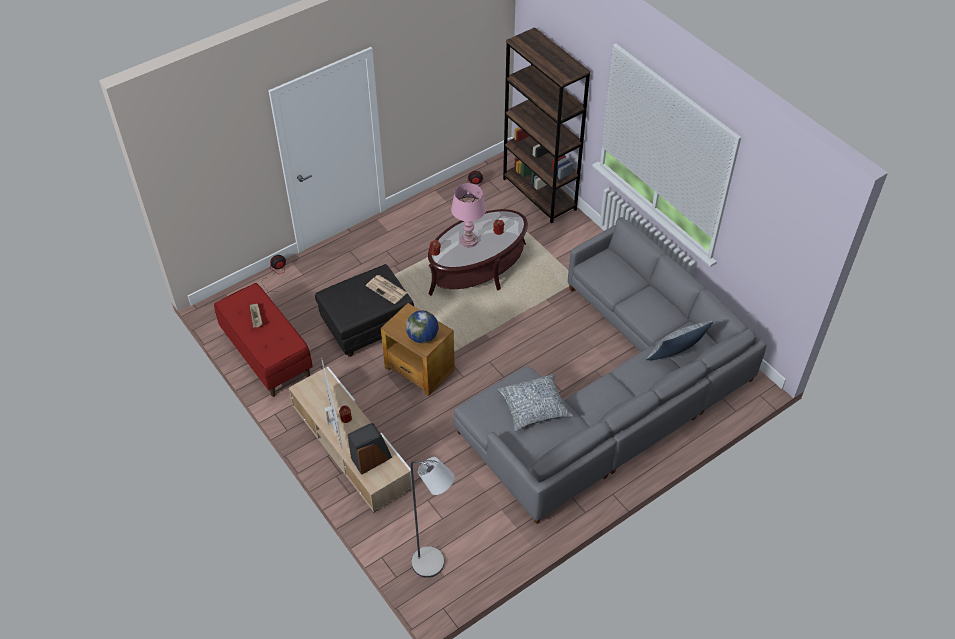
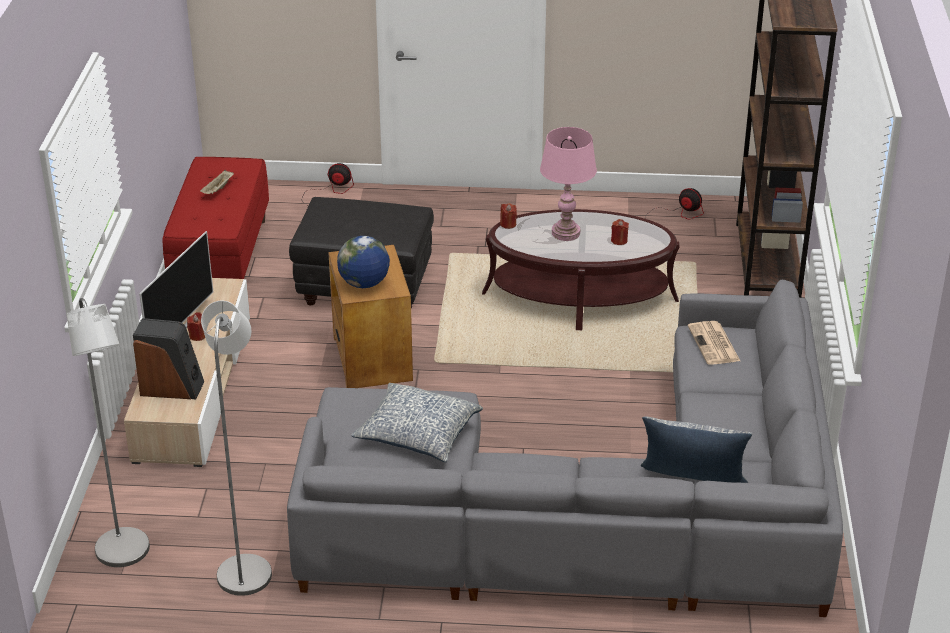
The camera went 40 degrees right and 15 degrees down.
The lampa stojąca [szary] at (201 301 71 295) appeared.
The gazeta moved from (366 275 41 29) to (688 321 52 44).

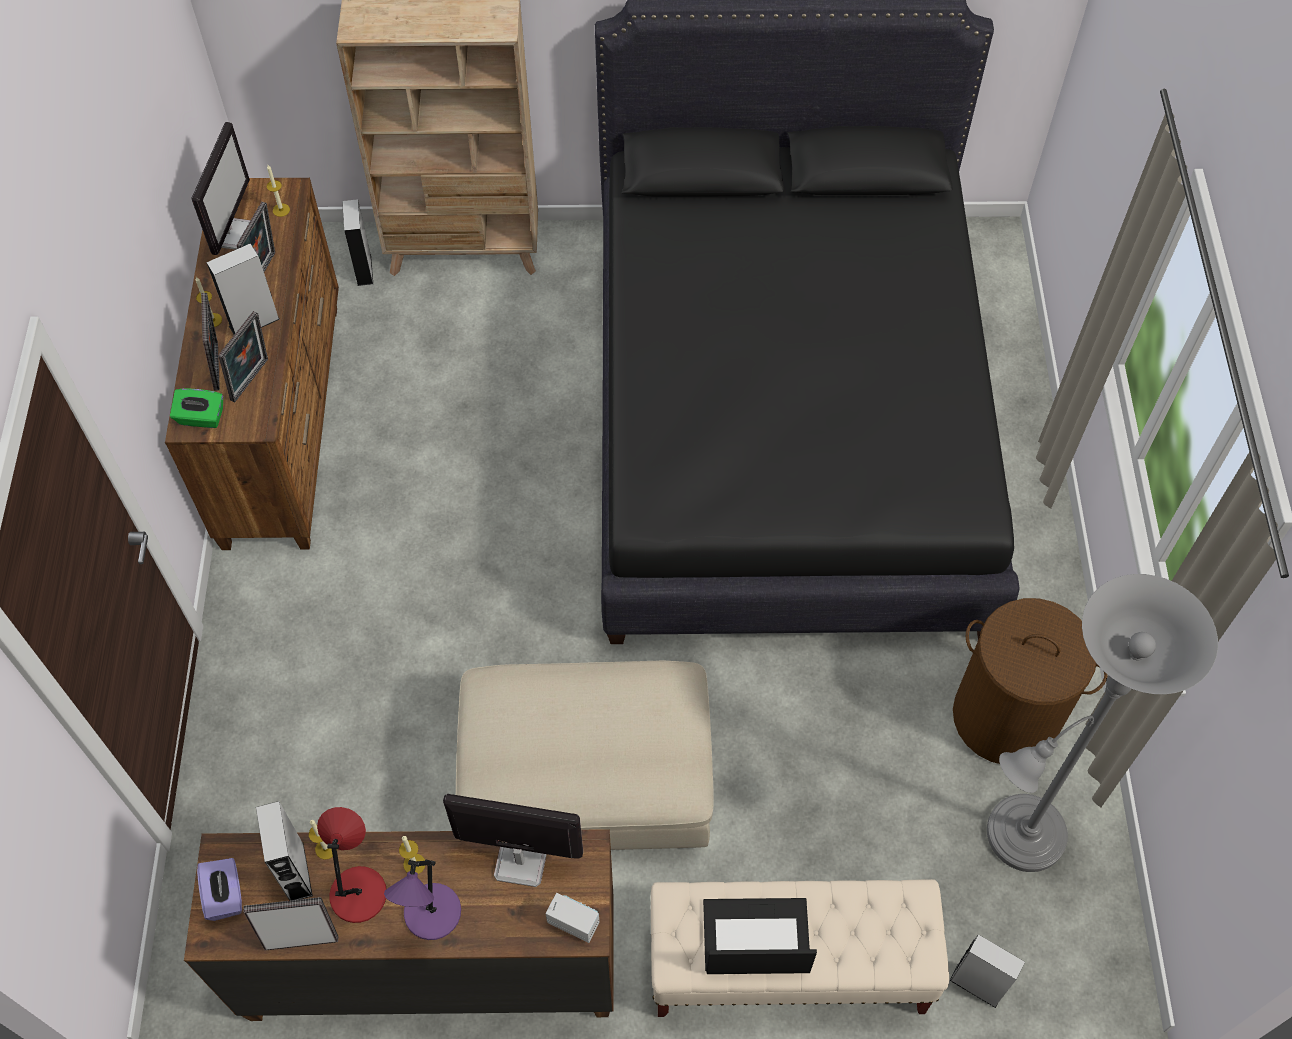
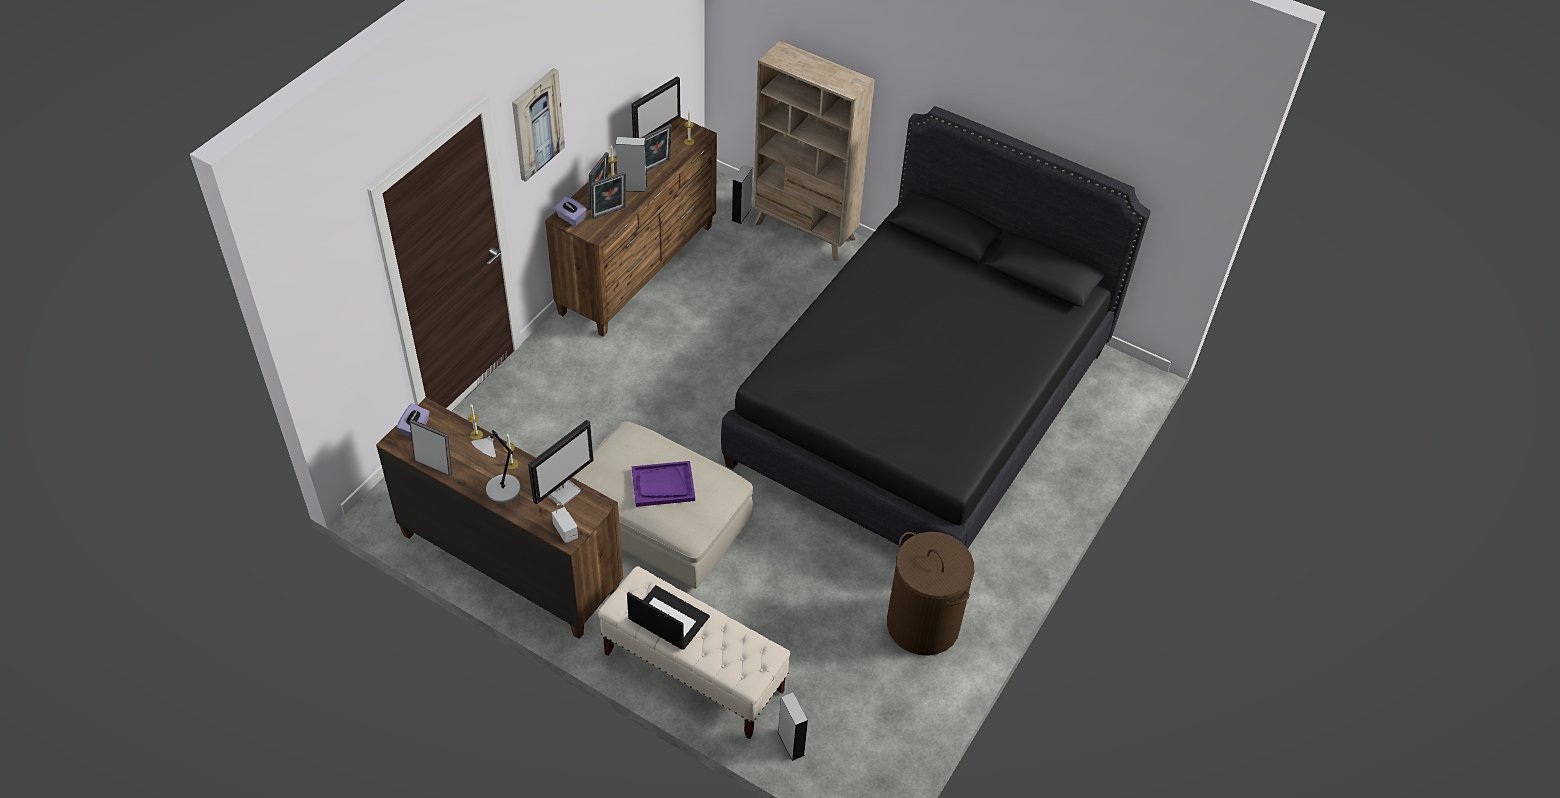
The camera went 30 degrees right and 10 degrees down.
The głośnik [szary] at (256 801 57 100) disappeared.
The lampa stołowa [czerwony] at (317 807 69 116) disappeared.
The lampa stojąca [szary] at (987 574 231 298) disappeared.
The obraz at (512 68 53 114) appeared.
The taca [fioletowy] at (632 461 63 46) appeared.
The pudełko chusteczek [zielony] at (170 388 53 40) became the pudełko chusteczek [fioletowy] at (554 196 33 30).
The lampa stołowa [fioletowy] at (384 859 77 81) became the lampa stołowa [szary] at (472 430 48 72).
The monitor at (443 794 140 93) turned 90 degrees clockwise.

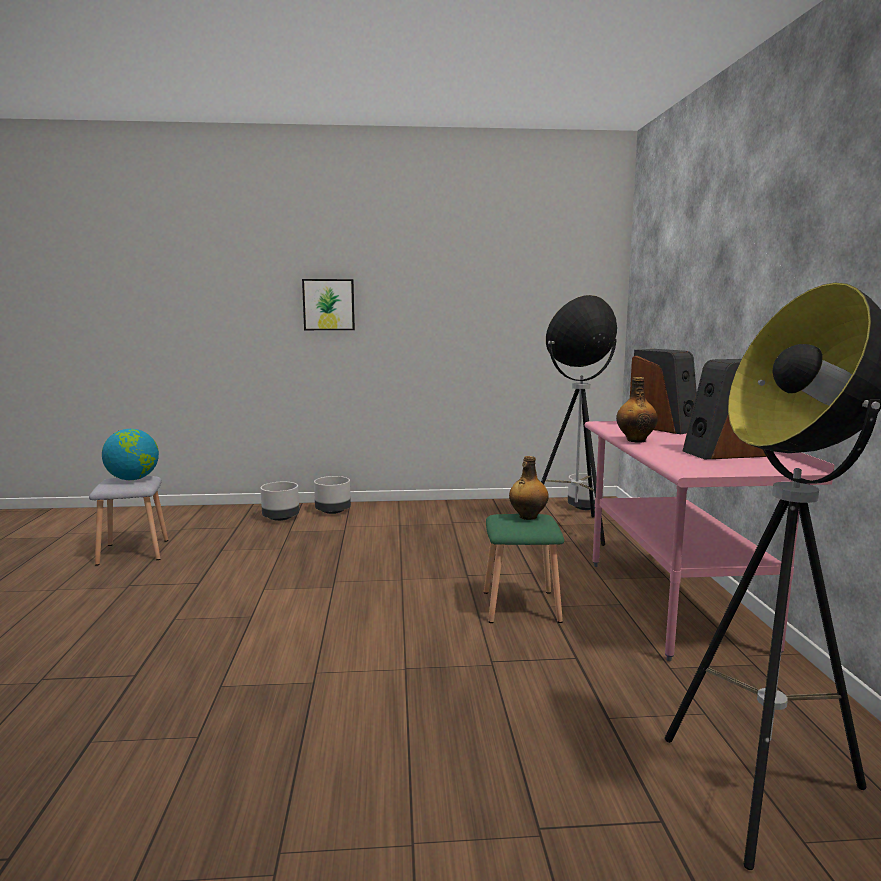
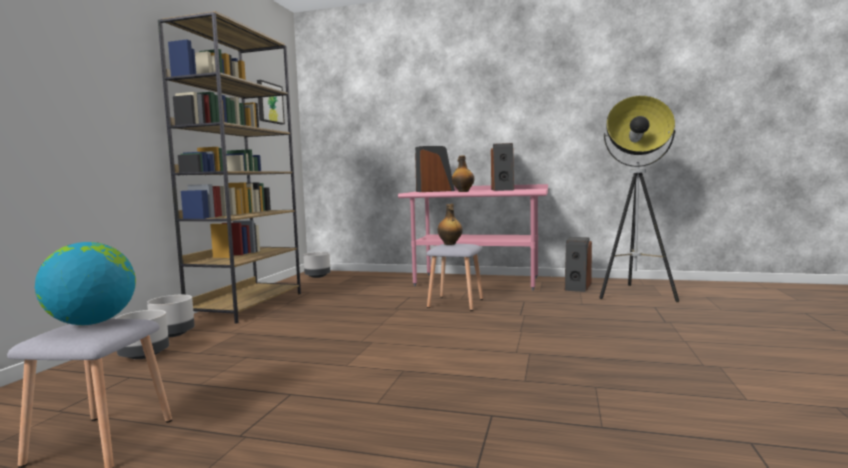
The camera went 70 degrees left and 5 degrees down.
The lampa stojąca at (541 295 76 251) disappeared.
The regał [brązowy] at (158 11 143 313) appeared.
The głośnik at (564 237 28 55) appeared.
The obraz moved from (302 279 53 51) to (257 80 28 44).
The stołek [zielony] at (484 514 80 109) became the stołek [szary] at (427 244 56 67).

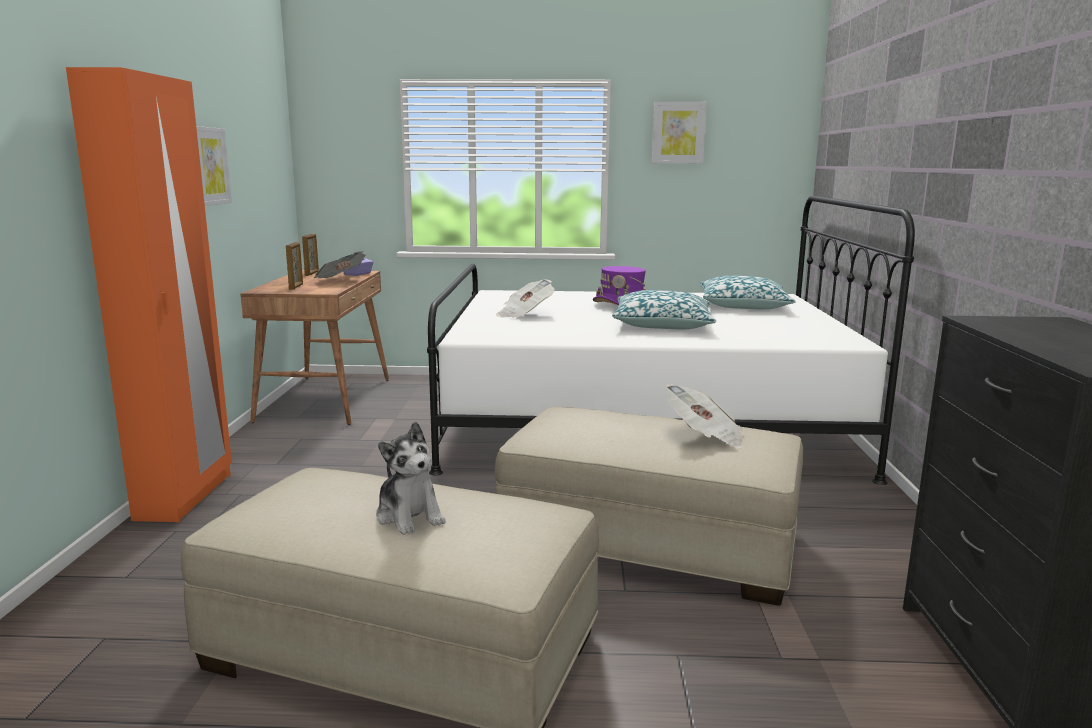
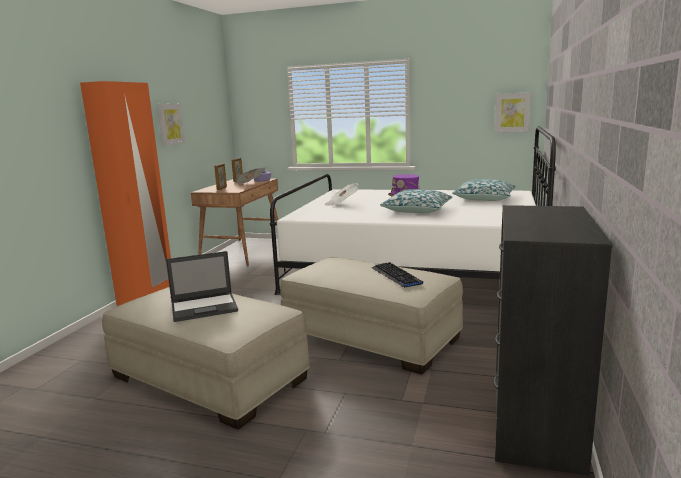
The camera went 15 degrees right and 0 degrees up.
The obraz moved from (652 102 55 62) to (495 92 36 41).
The pluszak at (376 422 70 113) was replaced by the laptop at (166 251 72 71).
The gazeta at (666 384 77 64) was replaced by the klawiatura at (372 262 51 25).

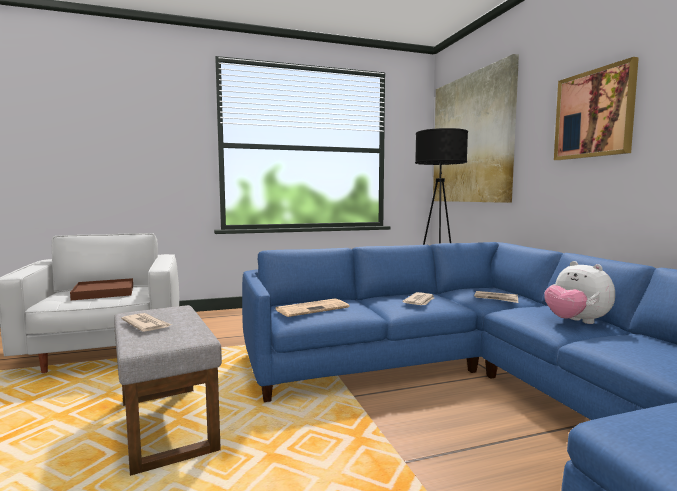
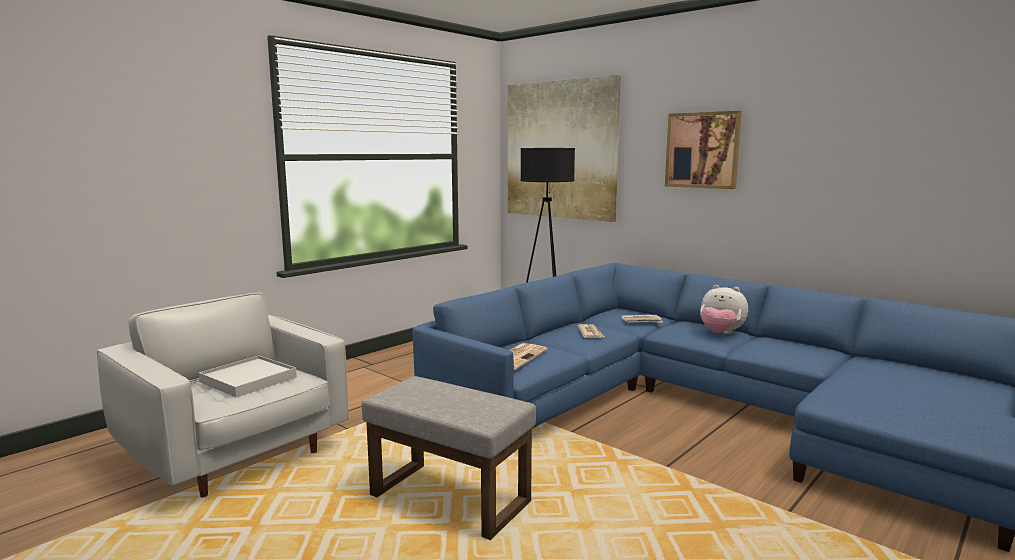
The camera went 30 degrees left and 5 degrees up.
The gazeta at (121 313 51 19) disappeared.
The taca [brązowy] at (70 278 63 22) became the taca [biały] at (199 355 98 42).

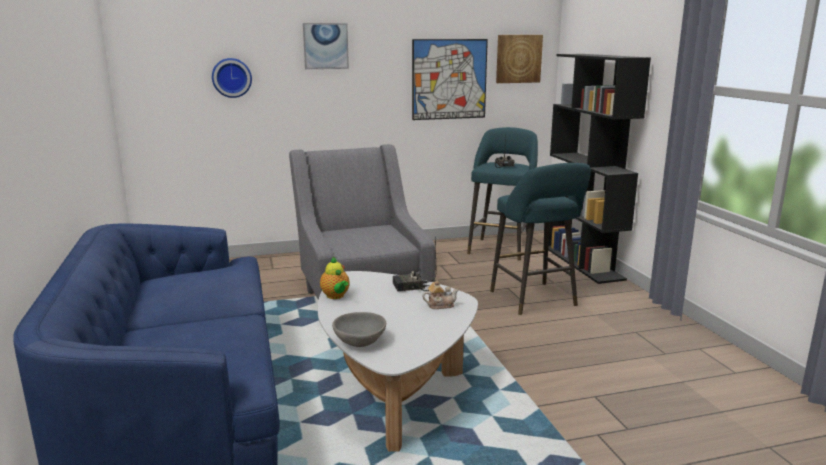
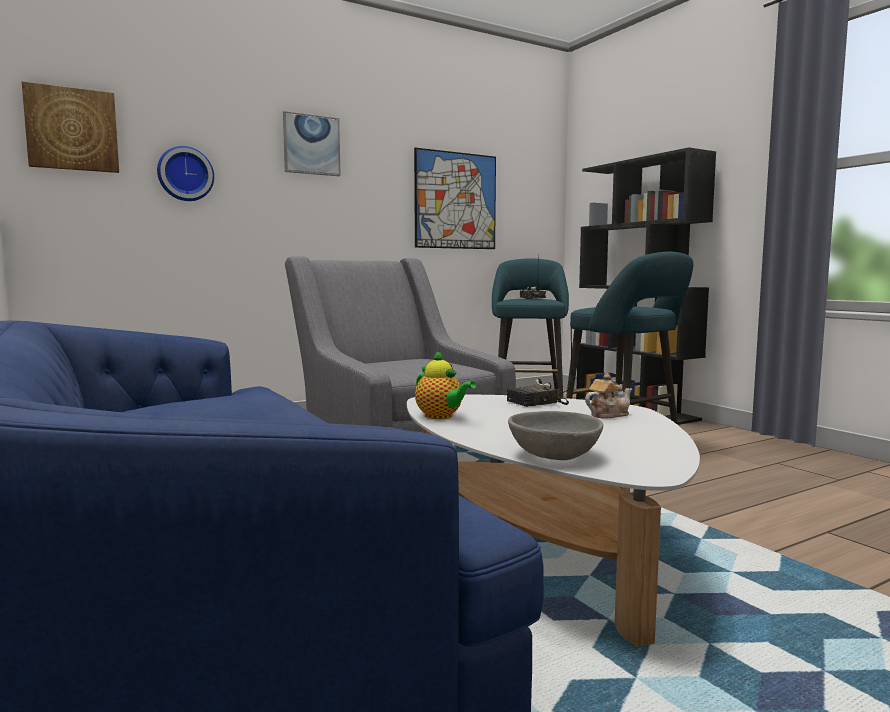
The camera went 15 degrees left and 10 degrees down.
The obraz moved from (496 35 47 48) to (22 81 97 92).

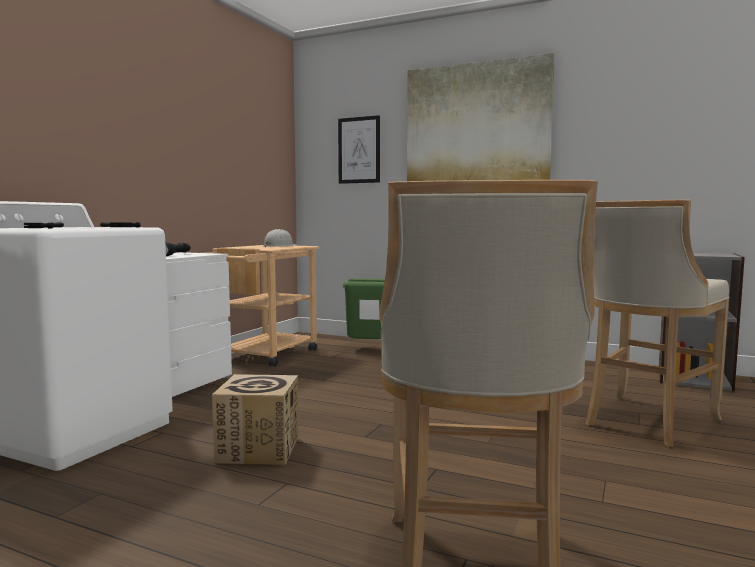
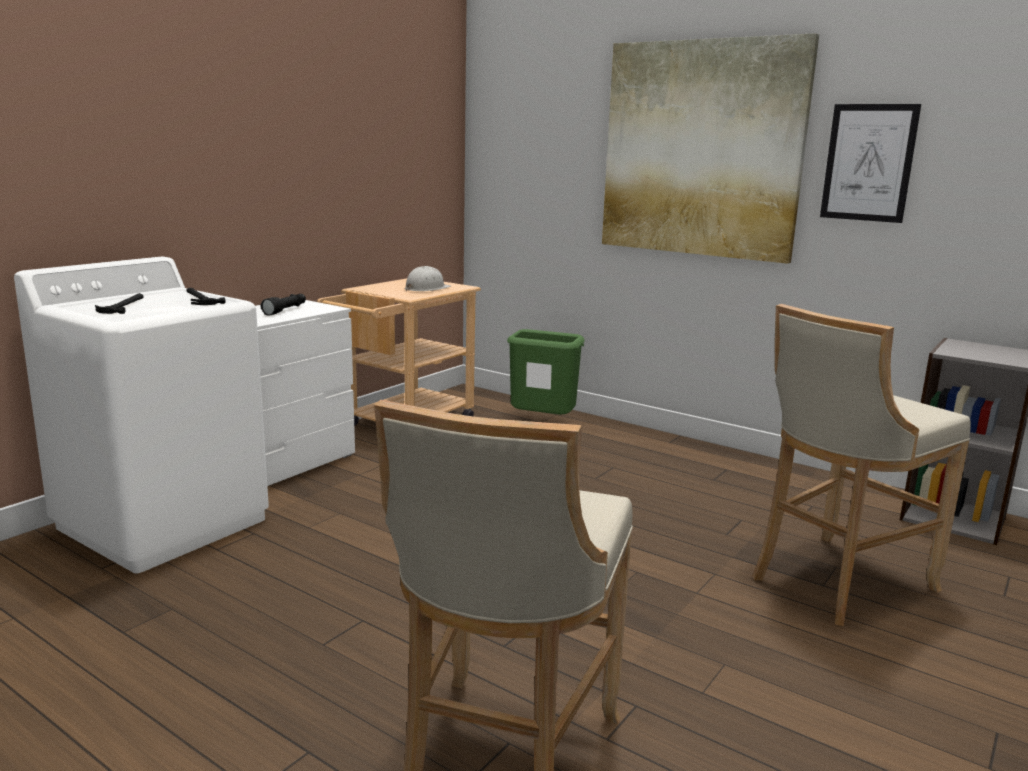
The camera went 10 degrees right and 10 degrees up.
The karton at (212 374 86 91) disappeared.
The obraz moved from (338 115 42 69) to (820 104 101 119).

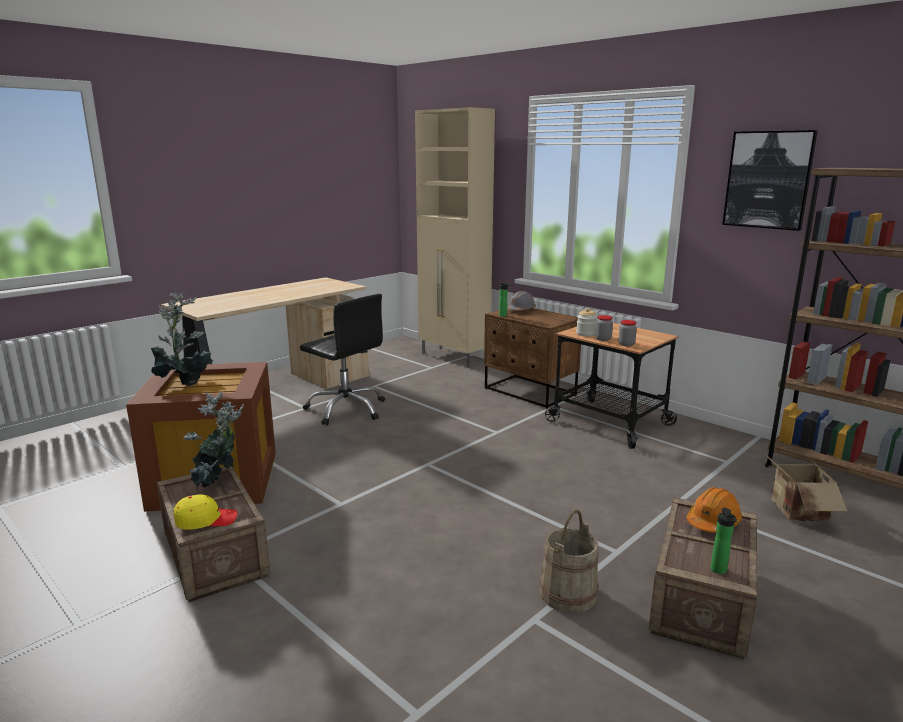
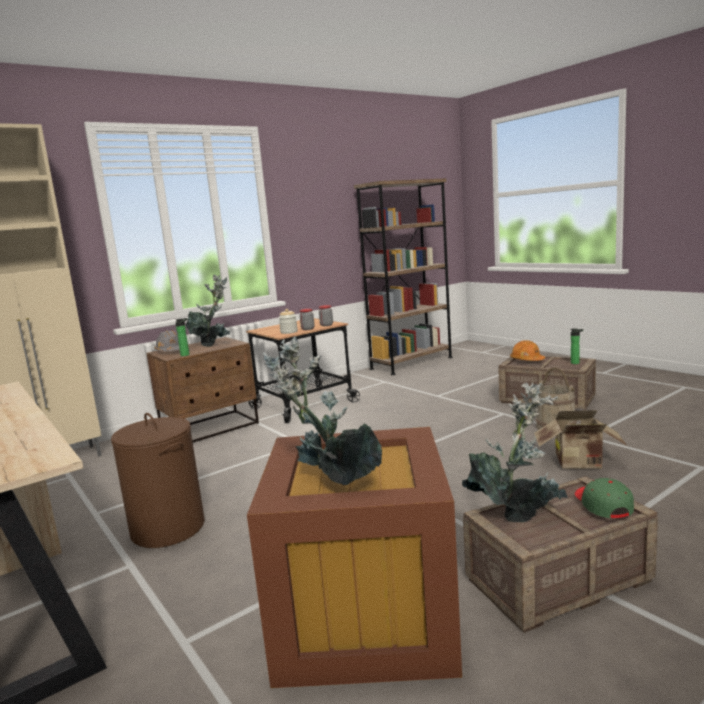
The camera went 80 degrees left and 5 degrees down.
The obraz at (722 130 96 101) disappeared.
The roślina doniczkowa at (186 275 44 72) appeared.
The karton moved from (764 453 83 69) to (534 410 93 59).
The krzesło biurowe [czarny] at (300 294 85 131) was replaced by the kosz na pranie [brązowy] at (111 413 94 135).
The czapka z daszkiem [żółty] at (174 495 64 35) became the czapka z daszkiem [zielony] at (575 478 59 40).

